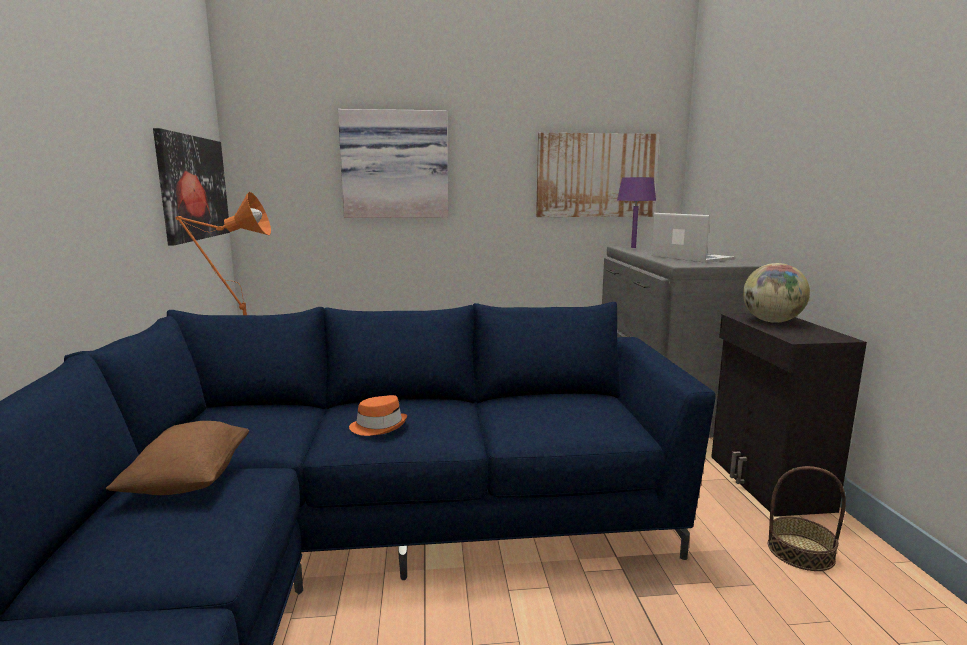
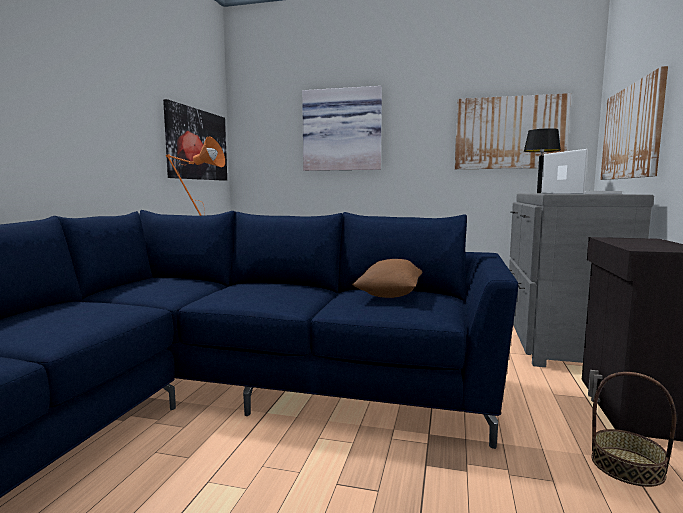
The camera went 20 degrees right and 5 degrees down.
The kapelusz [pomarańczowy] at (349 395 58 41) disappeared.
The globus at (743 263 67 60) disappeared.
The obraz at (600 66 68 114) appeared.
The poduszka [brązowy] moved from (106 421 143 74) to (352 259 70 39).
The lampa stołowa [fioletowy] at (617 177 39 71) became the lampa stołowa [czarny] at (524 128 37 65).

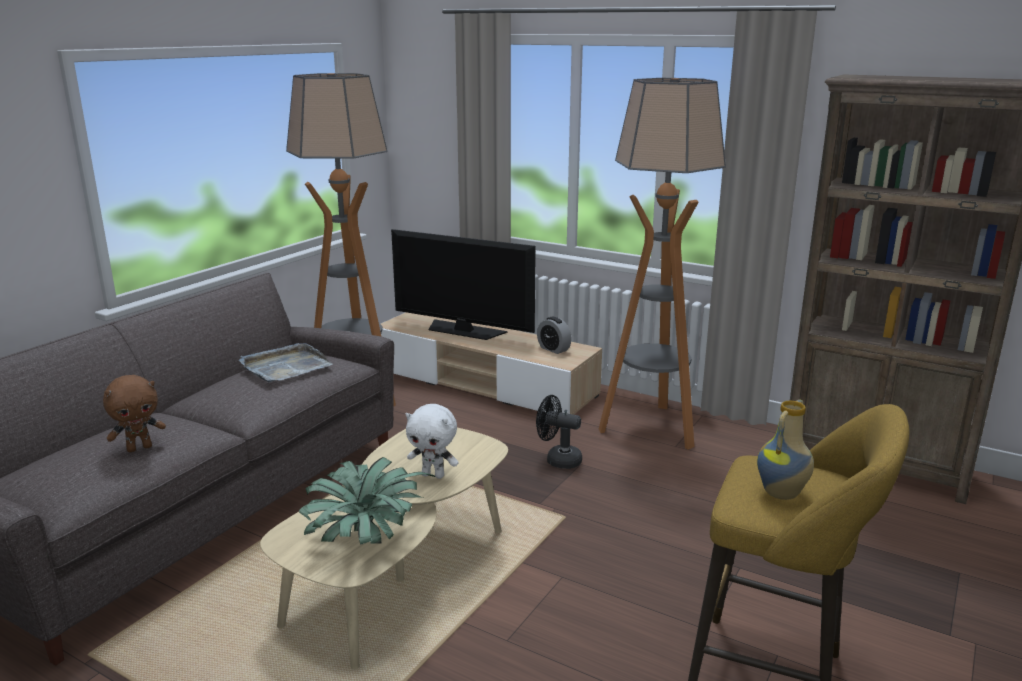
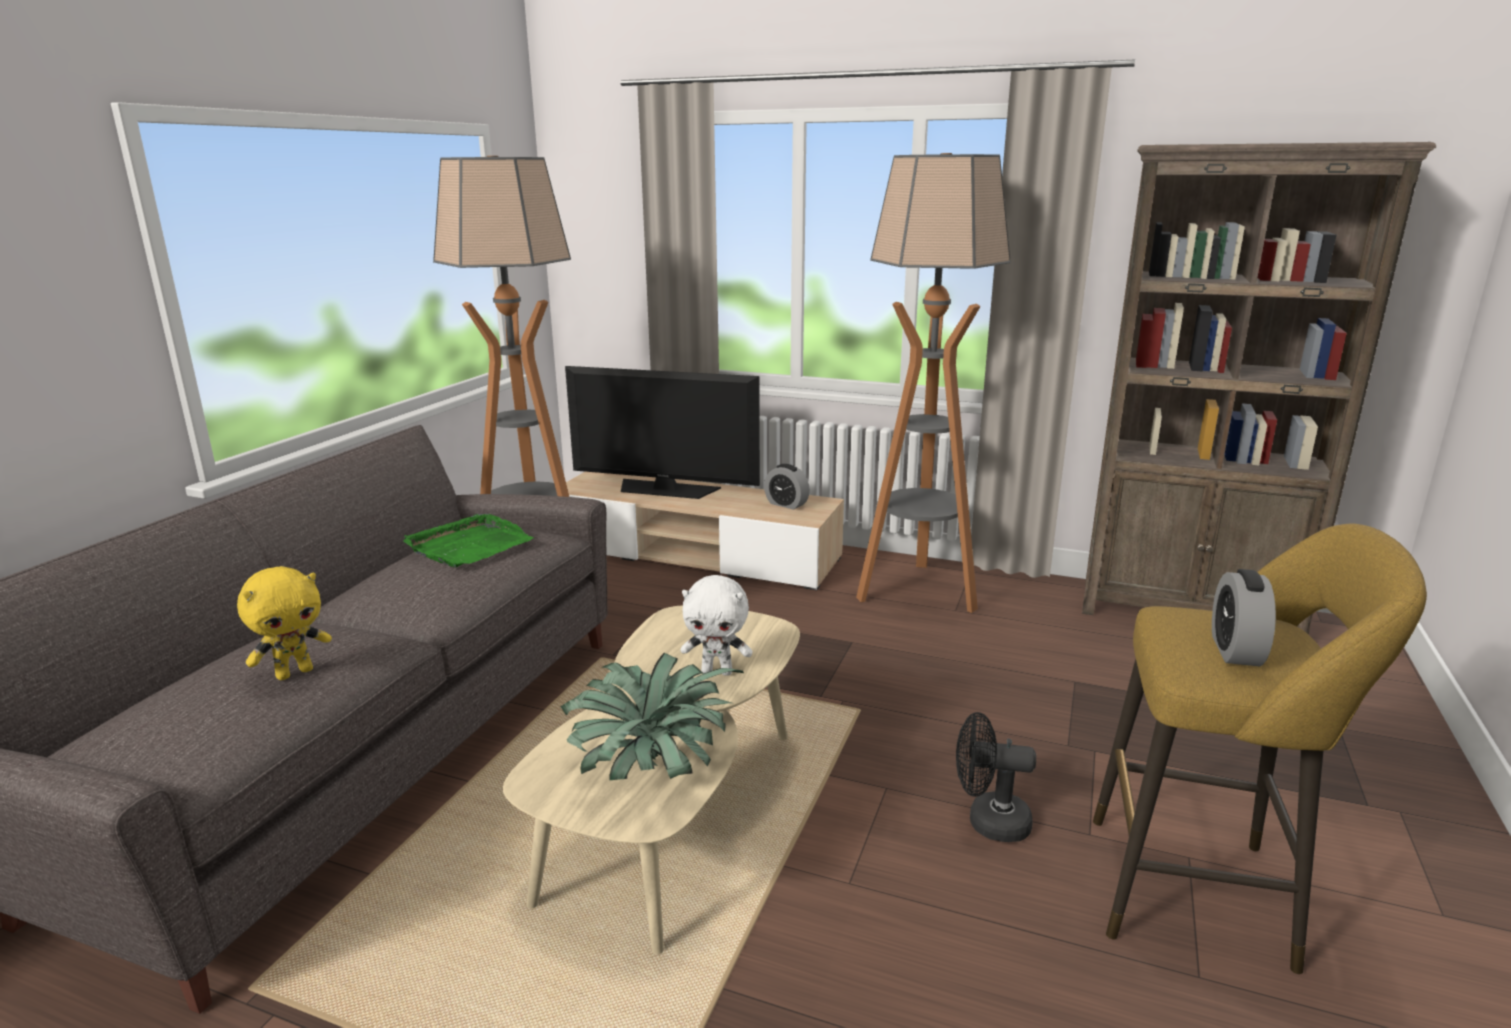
The camera went 10 degrees left and 0 degrees up.
The wentylator [czarny] moved from (536 395 46 74) to (956 712 80 130).
The wazon at (757 399 57 101) was replaced by the budzik at (1212 569 64 98).
The pluszak [brązowy] at (103 375 63 77) became the pluszak [żółty] at (237 566 95 114).
The taca [szary] at (239 343 94 39) became the taca [zielony] at (403 514 131 53).

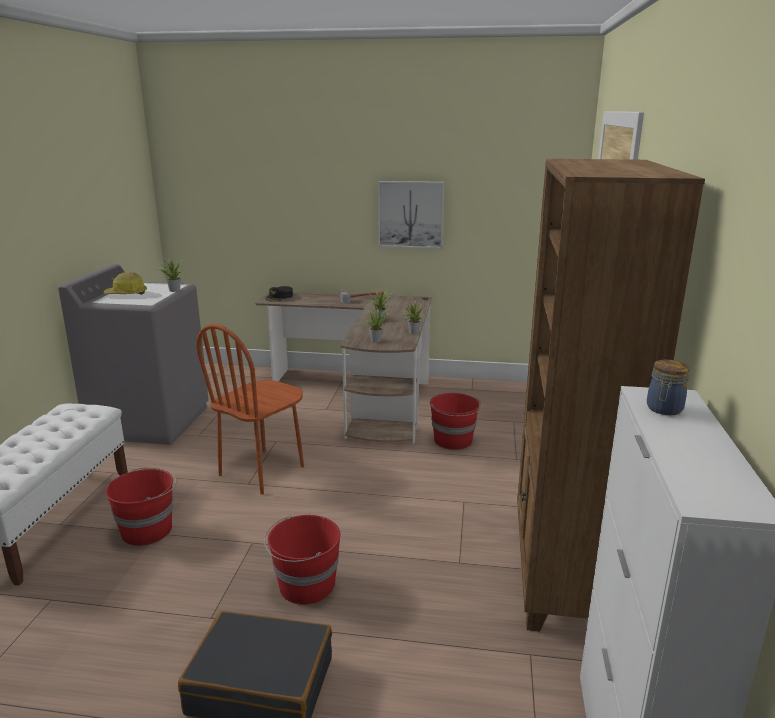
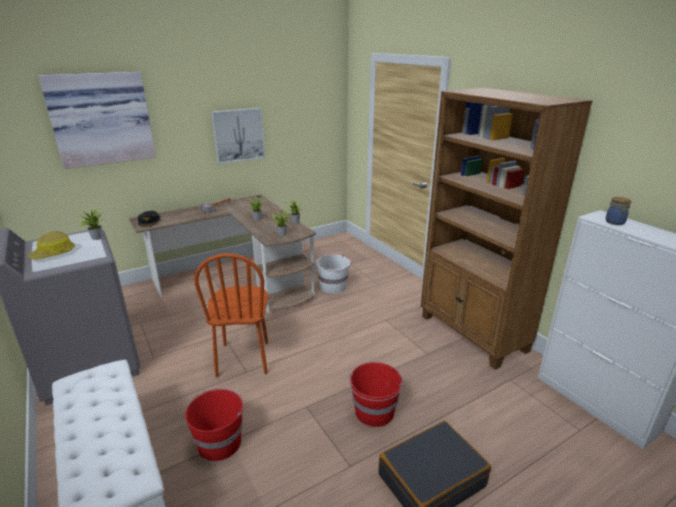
The camera went 40 degrees left and 5 degrees up.
The obraz at (38 71 118 98) appeared.
The wiadro [czerwony] at (430 393 52 57) became the wiadro [biały] at (316 255 36 39).

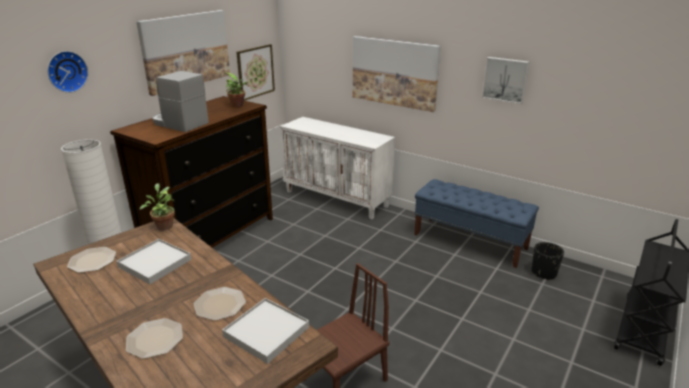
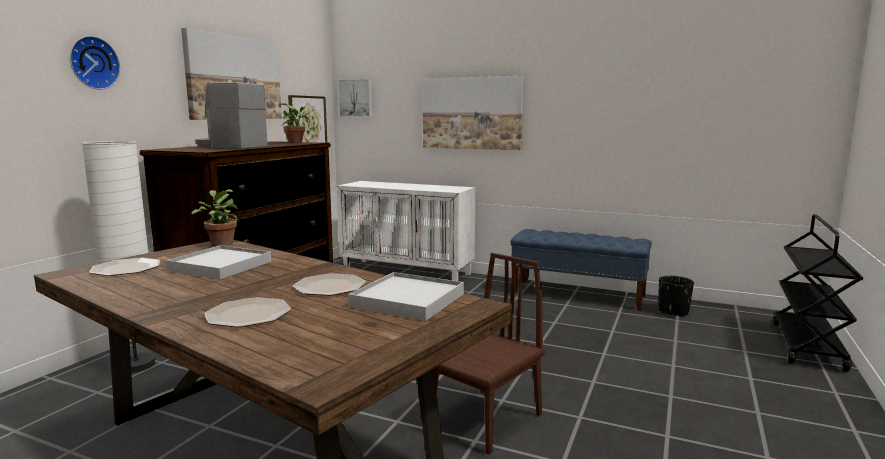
The camera went 10 degrees left and 15 degrees down.
The obraz moved from (482 57 48 47) to (337 79 35 38).

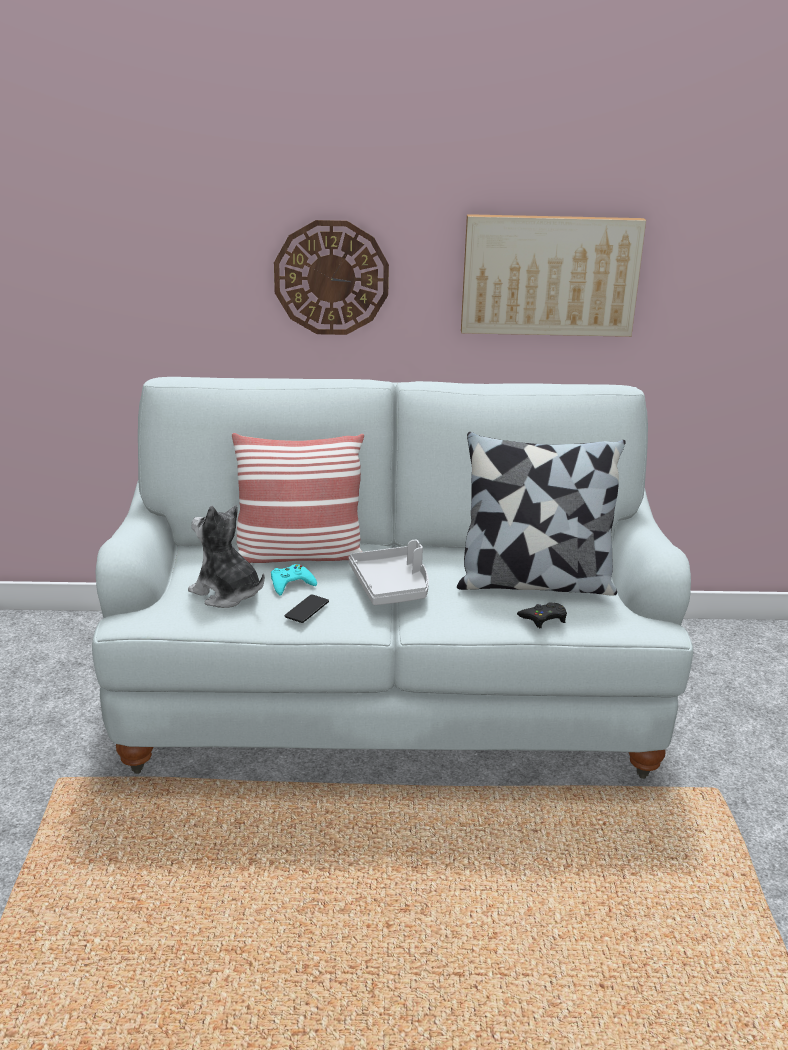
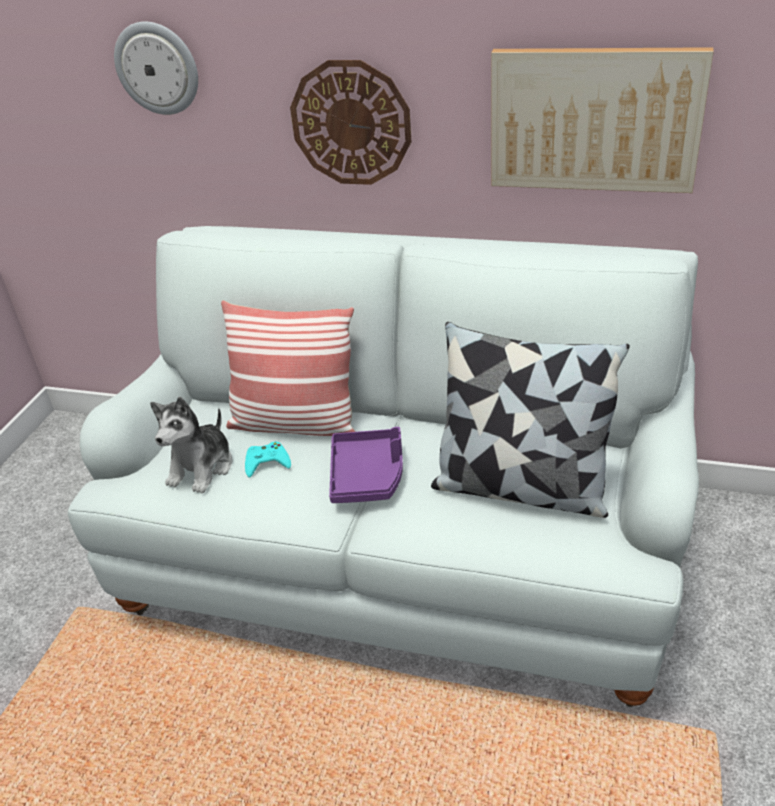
The camera went 20 degrees right and 10 degrees up.
The telefon at (285 594 44 29) disappeared.
The pad do gier [czarny] at (517 602 50 26) disappeared.
The zegar ścienny at (114 21 84 94) appeared.
The taca [szary] at (349 539 80 66) became the taca [fioletowy] at (329 427 74 76).
The pluszak at (188 505 77 103) turned 120 degrees counterclockwise.

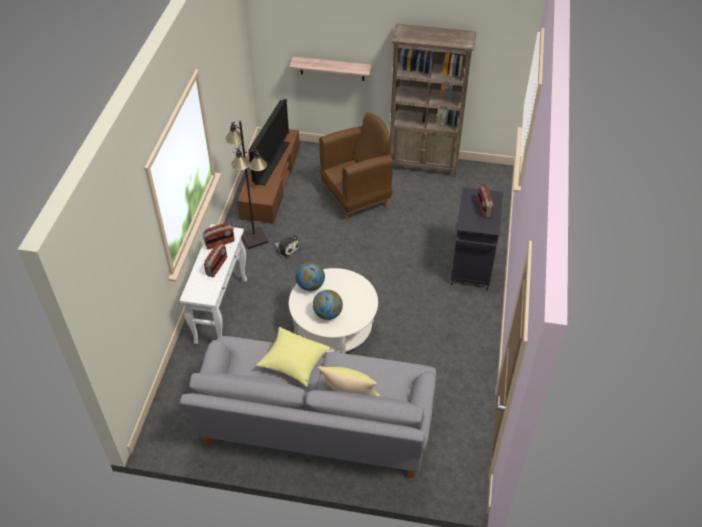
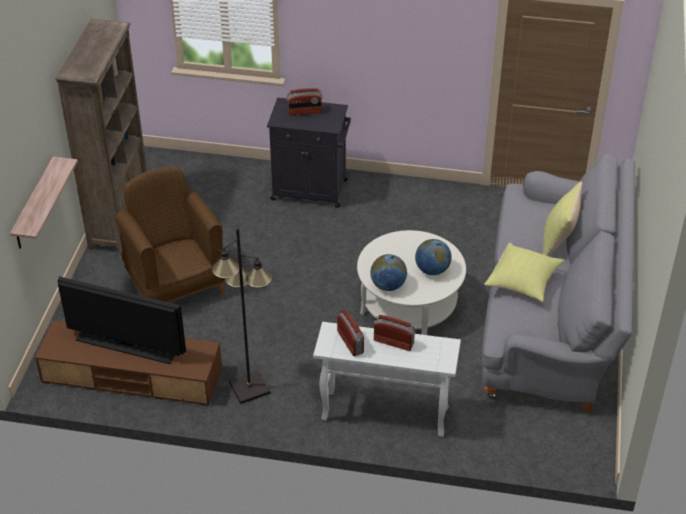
The camera went 90 degrees left and 5 degrees down.
The pluszak at (274 235 26 24) disappeared.

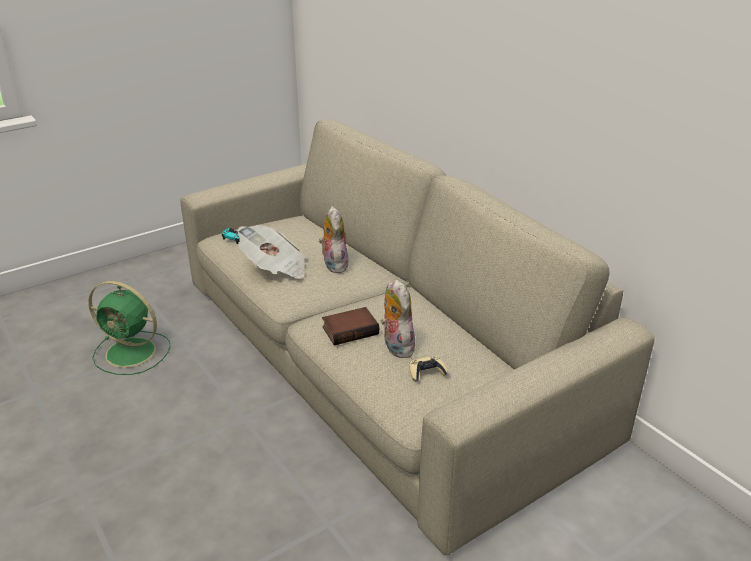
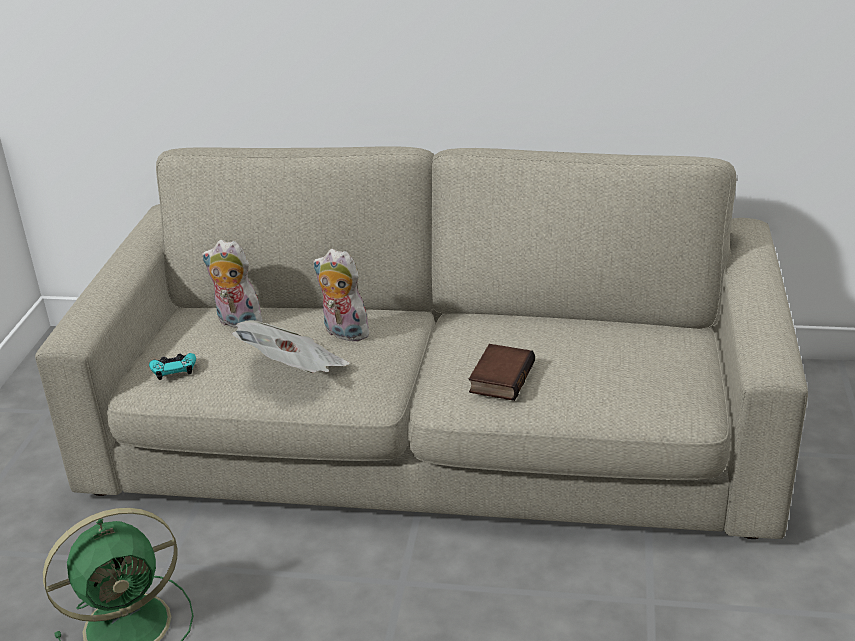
The camera went 45 degrees left and 0 degrees up.
The pad do gier [beżowy] at (409 356 39 26) disappeared.
The pluszak moved from (380 279 35 79) to (202 240 60 88).

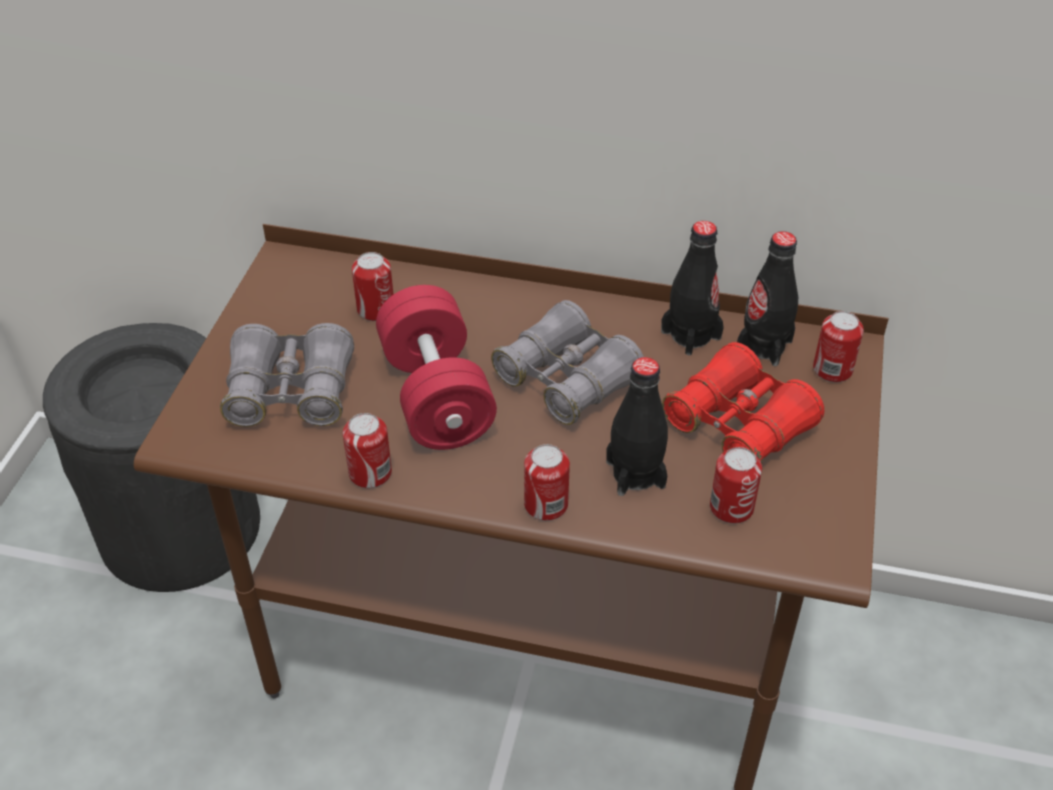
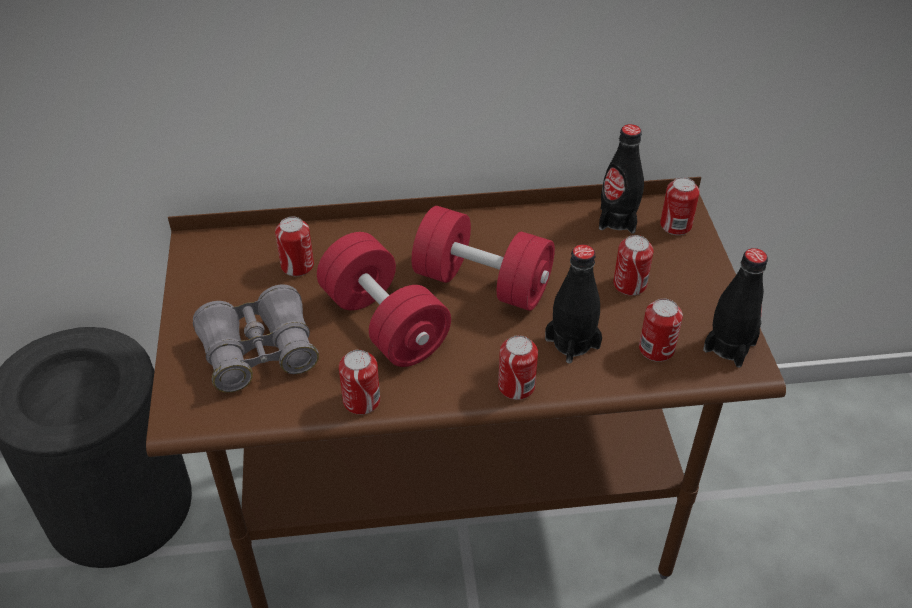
The camera went 20 degrees left and 0 degrees up.
The butelka [czarny] moved from (661 221 63 134) to (703 248 65 120).
The lornetka [szary] at (491 300 153 125) was replaced by the hantel [czerwony] at (411 206 144 105).
The lornetka [czerwony] at (662 342 162 122) was replaced by the puszka at (613 235 40 61).

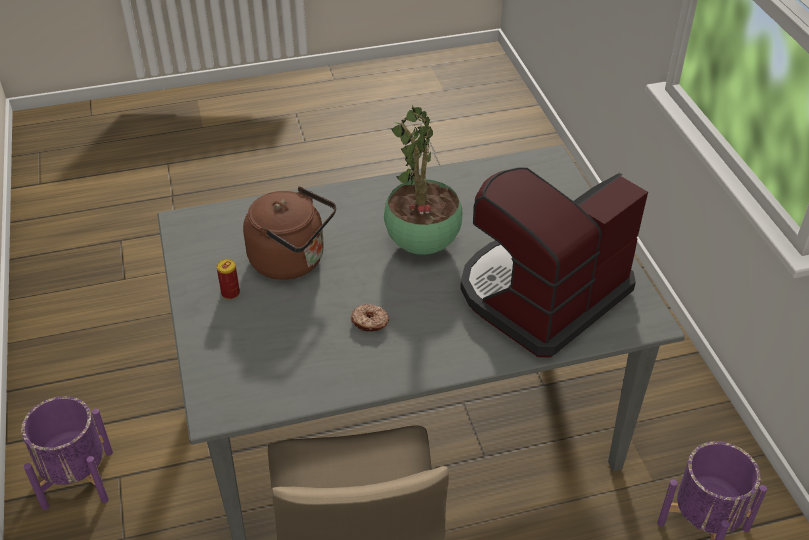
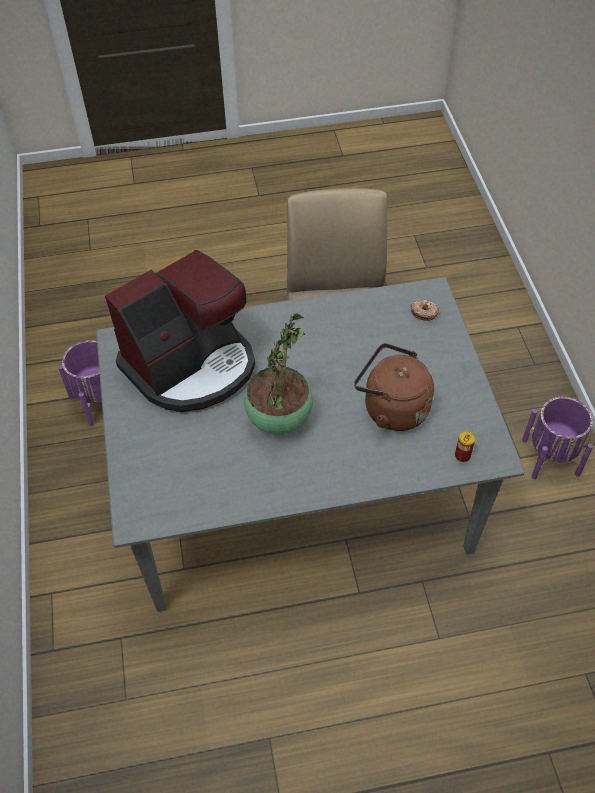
The camera went 175 degrees left and 10 degrees up.
The puszka moved from (217 259 23 40) to (455 431 20 31).
The donut moved from (351 304 38 27) to (411 300 28 21).

